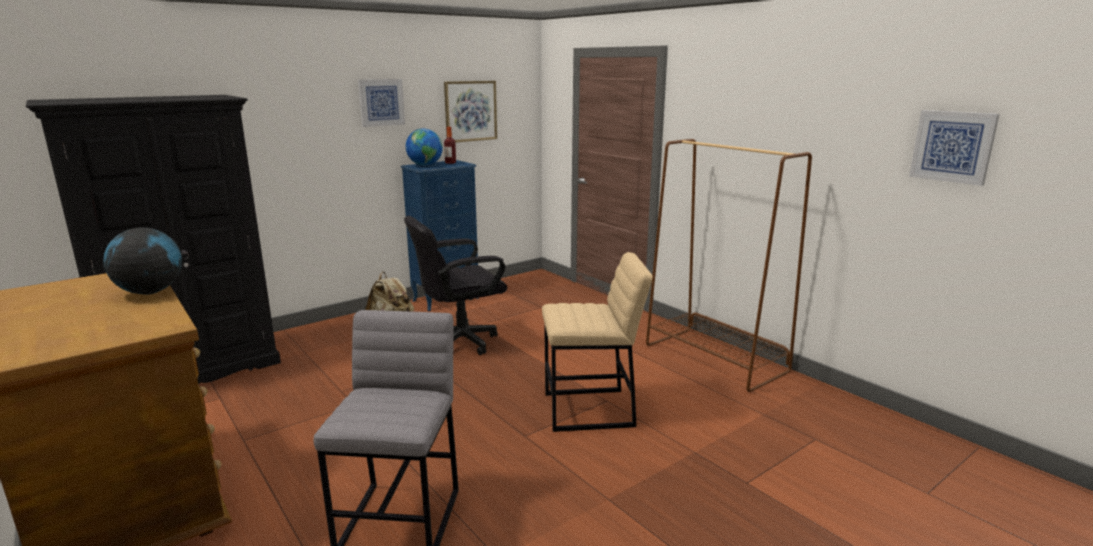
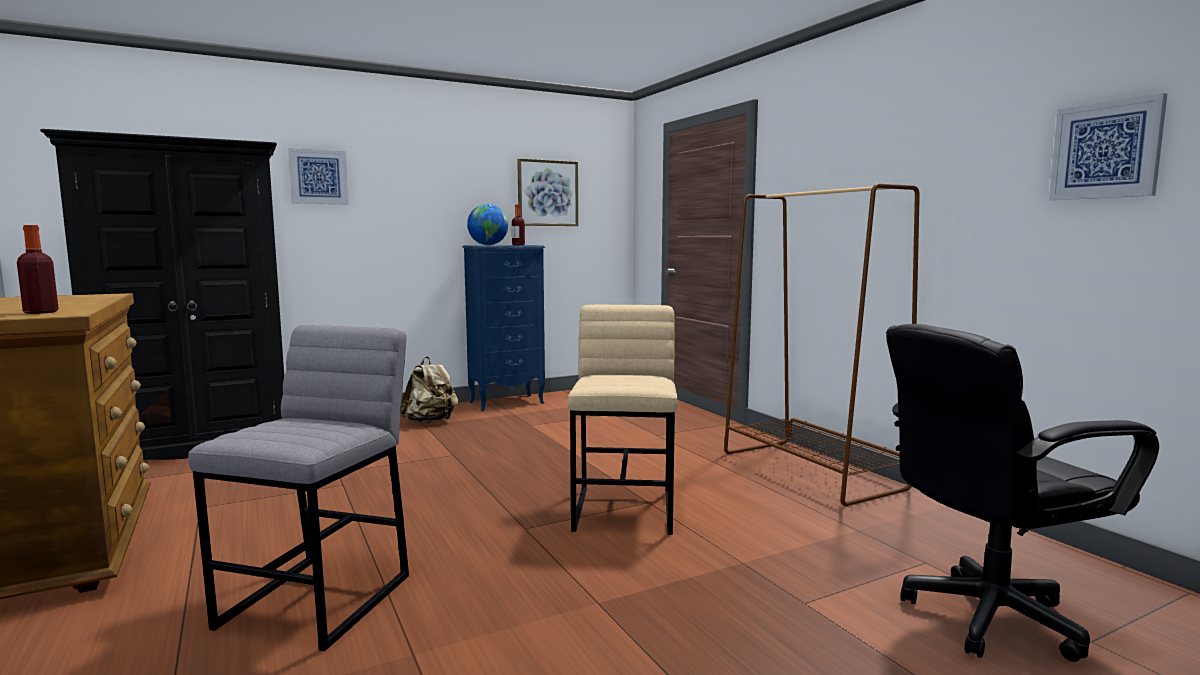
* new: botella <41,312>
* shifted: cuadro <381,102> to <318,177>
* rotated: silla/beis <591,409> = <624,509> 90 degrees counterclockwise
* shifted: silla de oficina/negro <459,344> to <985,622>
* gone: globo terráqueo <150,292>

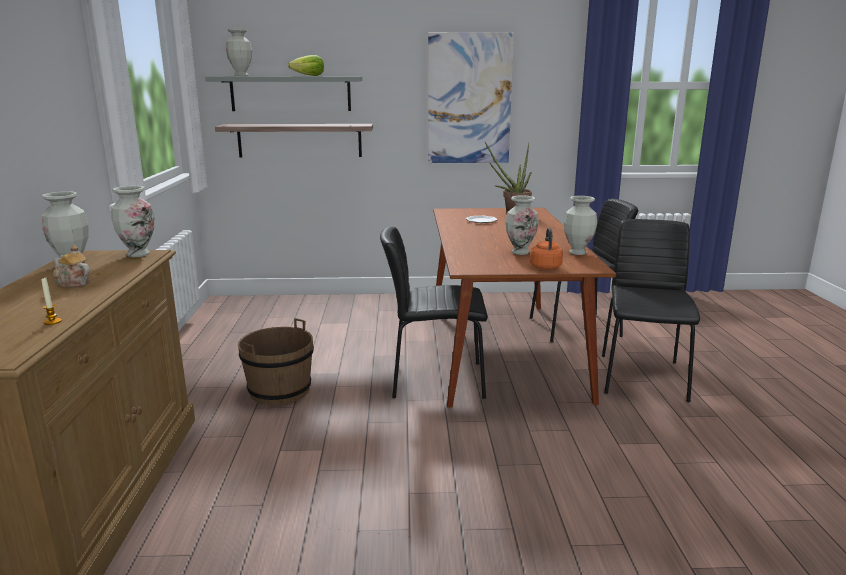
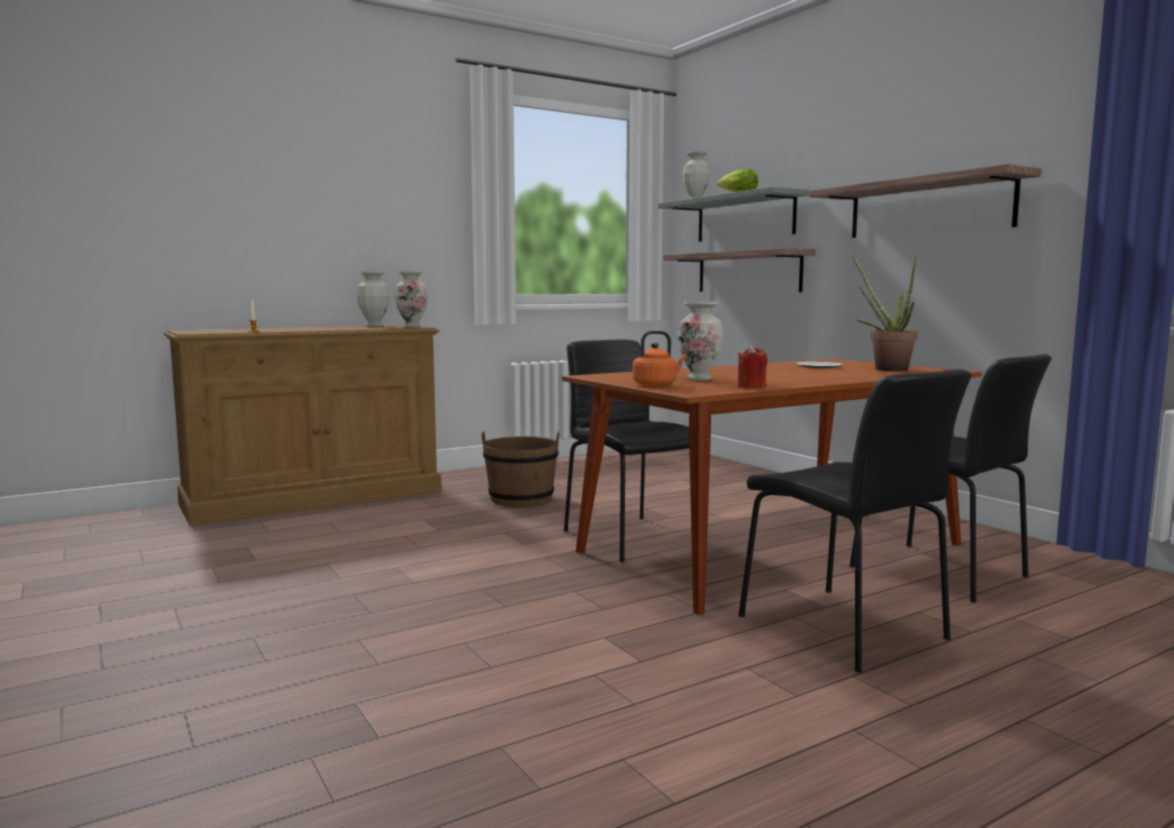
* swapped: florero <577,252> to vela/rojo <751,387>
* rotated: silla/negro <641,375> = <847,630> 75 degrees clockwise
* swapped: cuadro <469,99> to estante <928,207>
* gone: tetera <72,282>

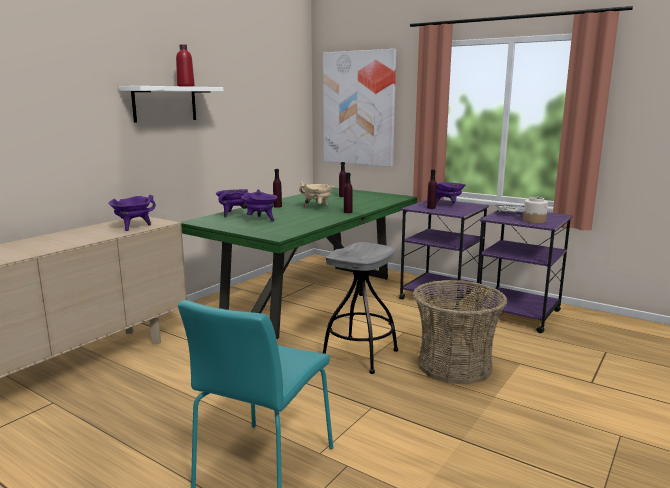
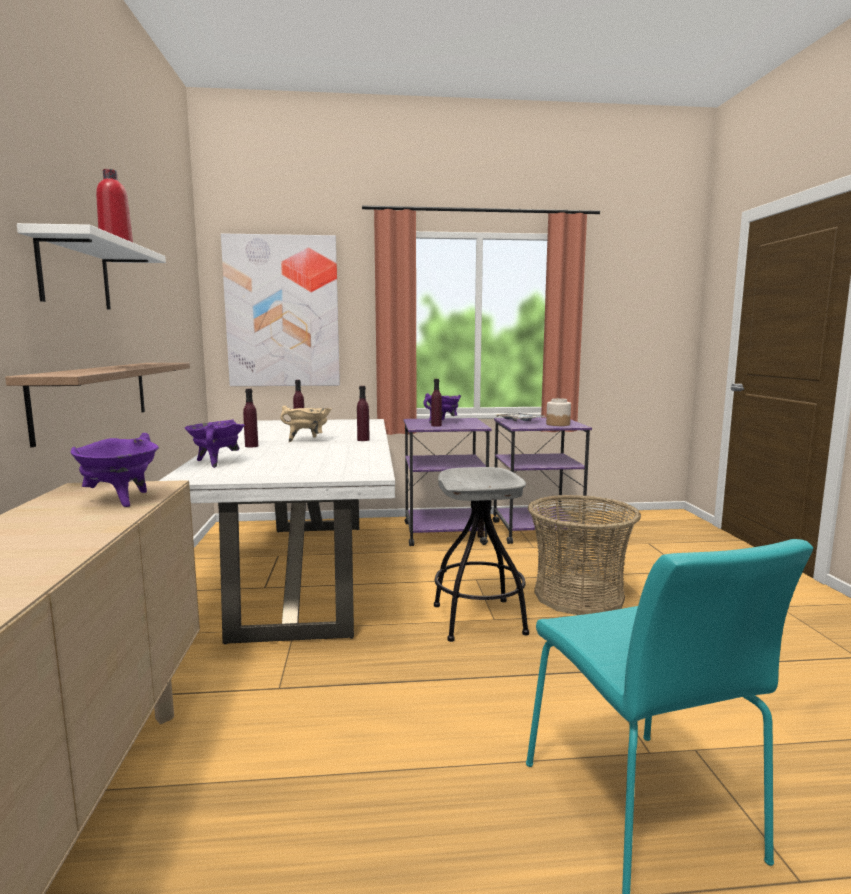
* new: estante <95,397>
* repainted: mesa de comedor/verde <311,298> to mesa de comedor/blanco <307,574>
* gone: olla/morado <260,219>

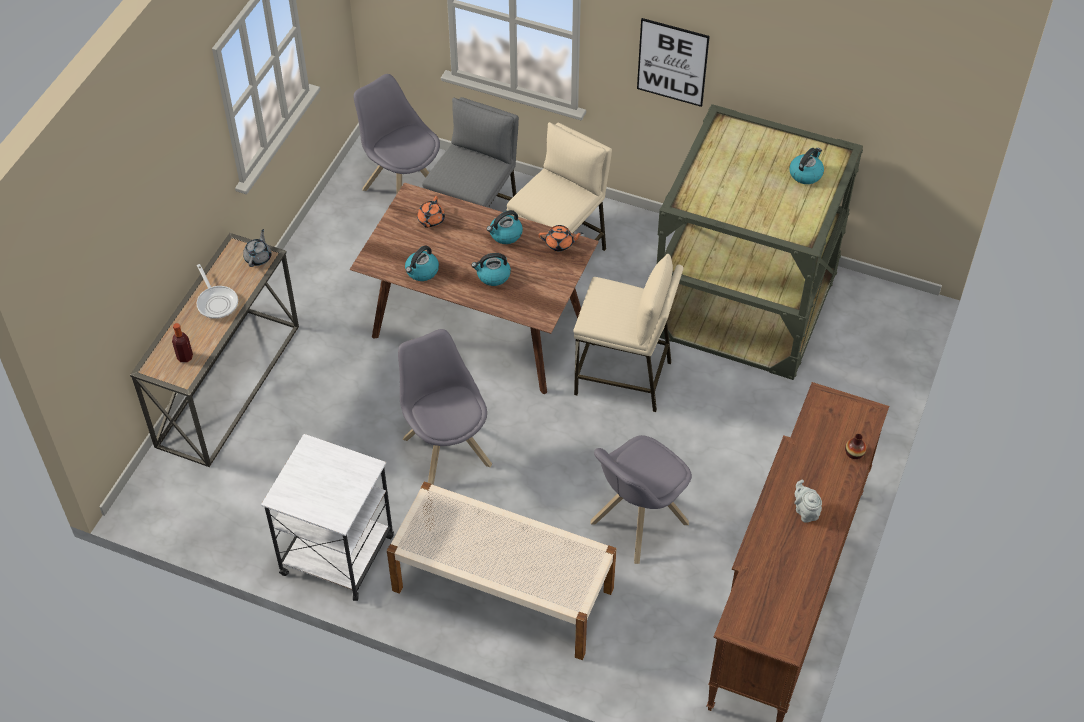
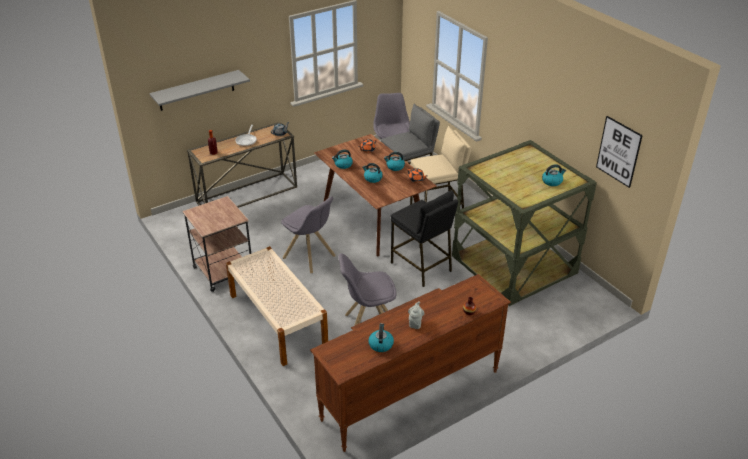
* new: estante/gris <196,90>
* repainted: carrito/blanco <335,553> to carrito/marrón <223,270>
* rotated: silla/gris <446,451> = <309,257> 120 degrees clockwise
* new: hervidor <380,344>
* repainted: taburete/beis <623,378> to taburete/negro <421,267>
* shifted: cuadro <672,62> to <618,151>

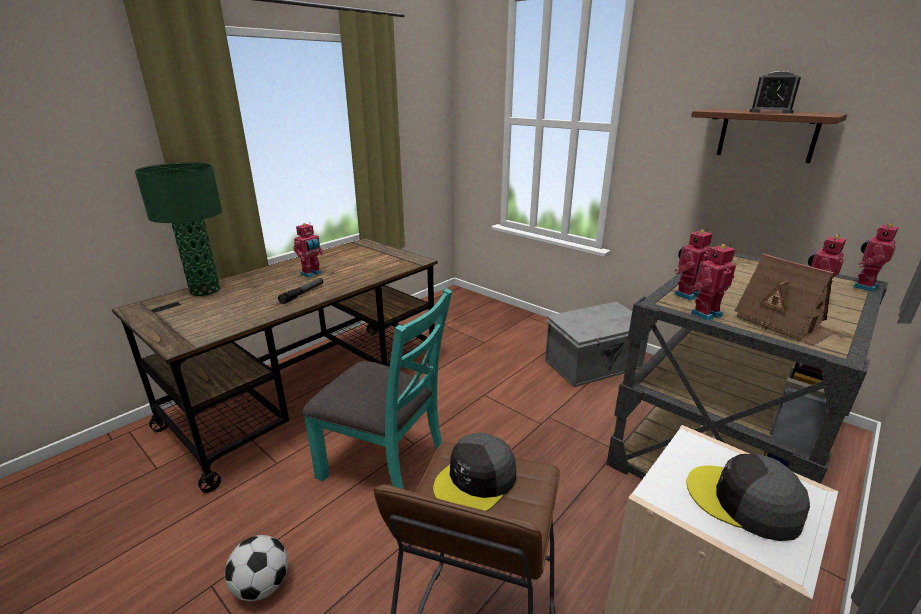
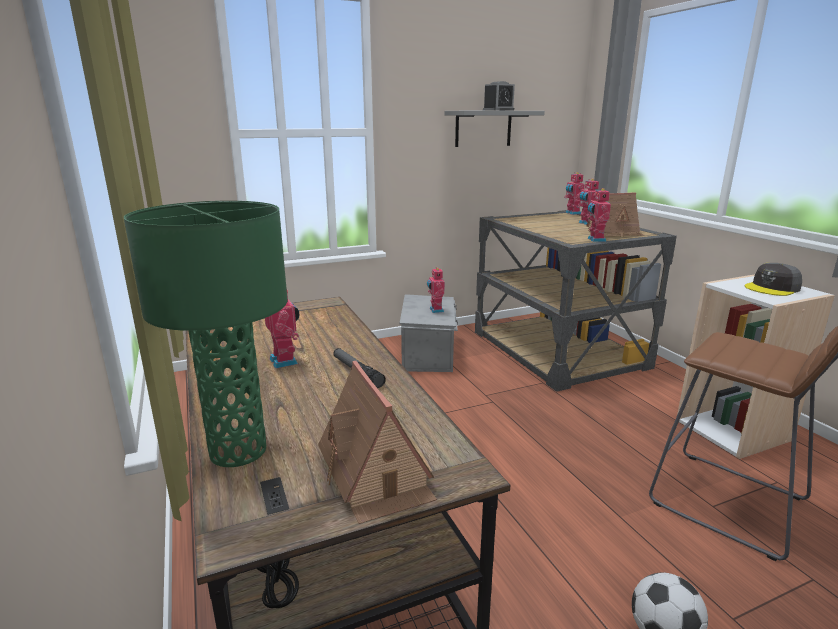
* new: casita <376,474>
* shifted: robot de juguete <686,294> to <435,310>
* repainted: estante/marrón <767,135> to estante/gris <483,128>
* gone: silla/turquesa <385,465>
* gone: gorra/gris <476,480>

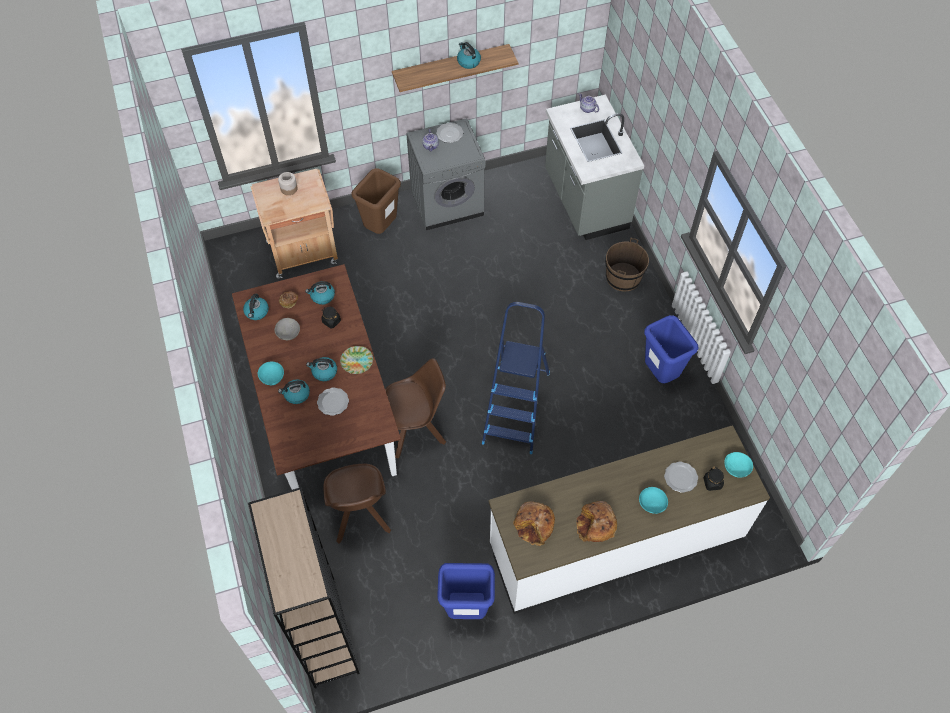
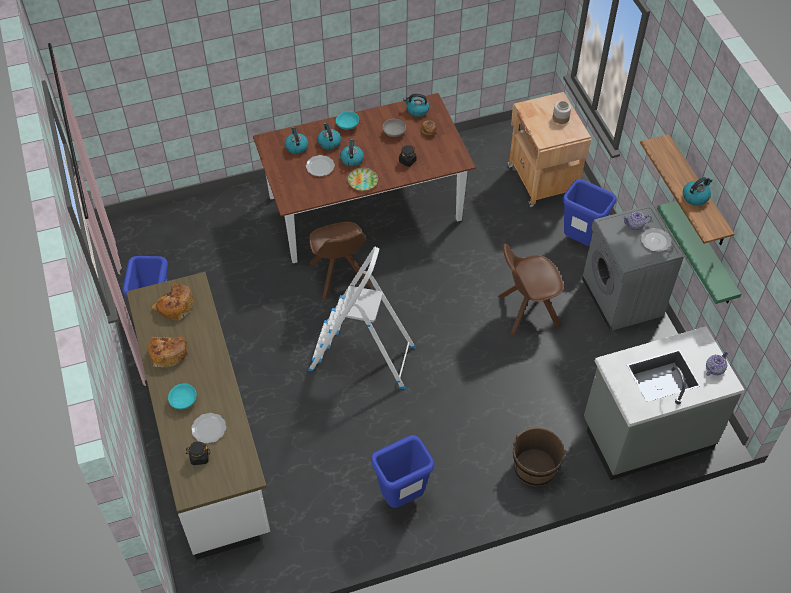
* shifted: hervidor <322,296> to <296,146>
* repainted: escalera de tijera/azul <516,408> to escalera de tijera/blanco <361,358>
* shifted: silla/marrón <360,515> to <526,311>
* repainted: papelera/marrón <381,228> to papelera/azul <580,241>
* new: estante/verde <707,254>
* gone: estantería/beis <324,633>
* gone: cuenco/turquesa <736,468>

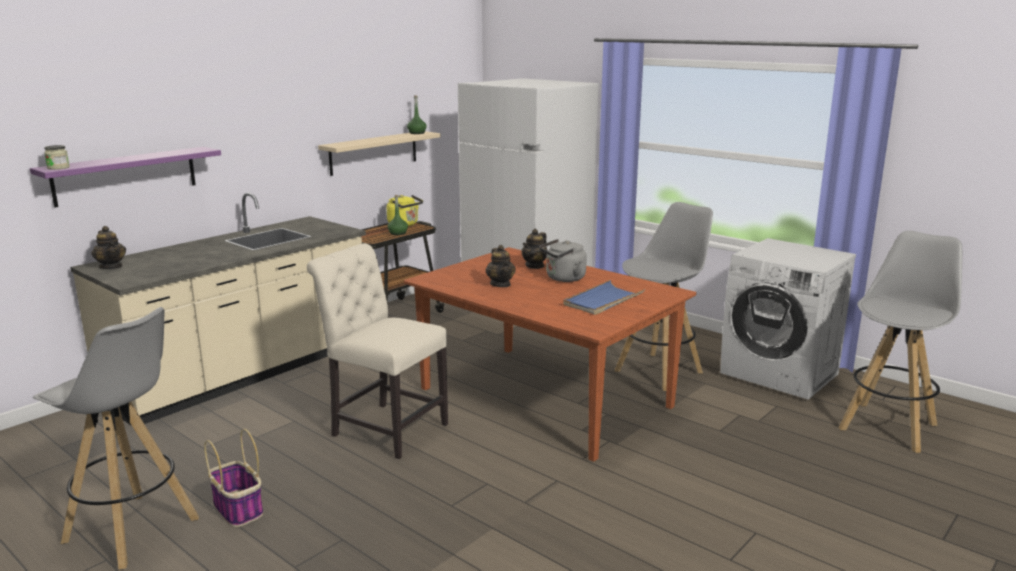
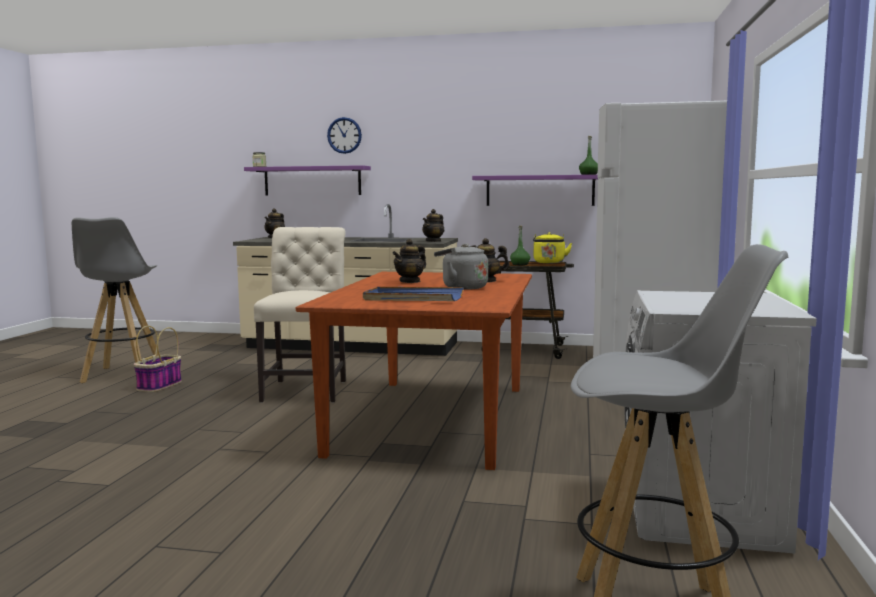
* new: reloj de pared <344,135>
* new: tetera <433,241>
* repainted: estante/beis <374,152> to estante/morado <540,190>
* gone: taburete/gris <660,371>

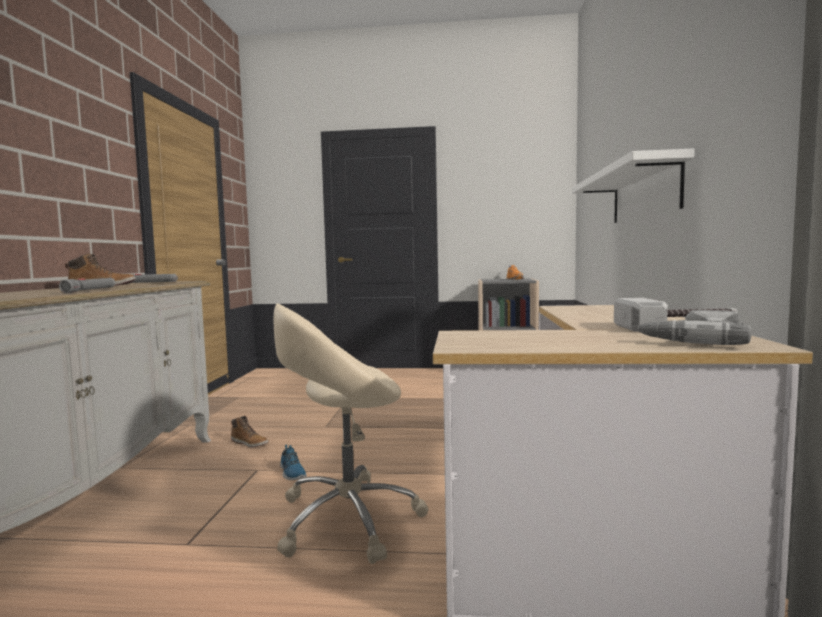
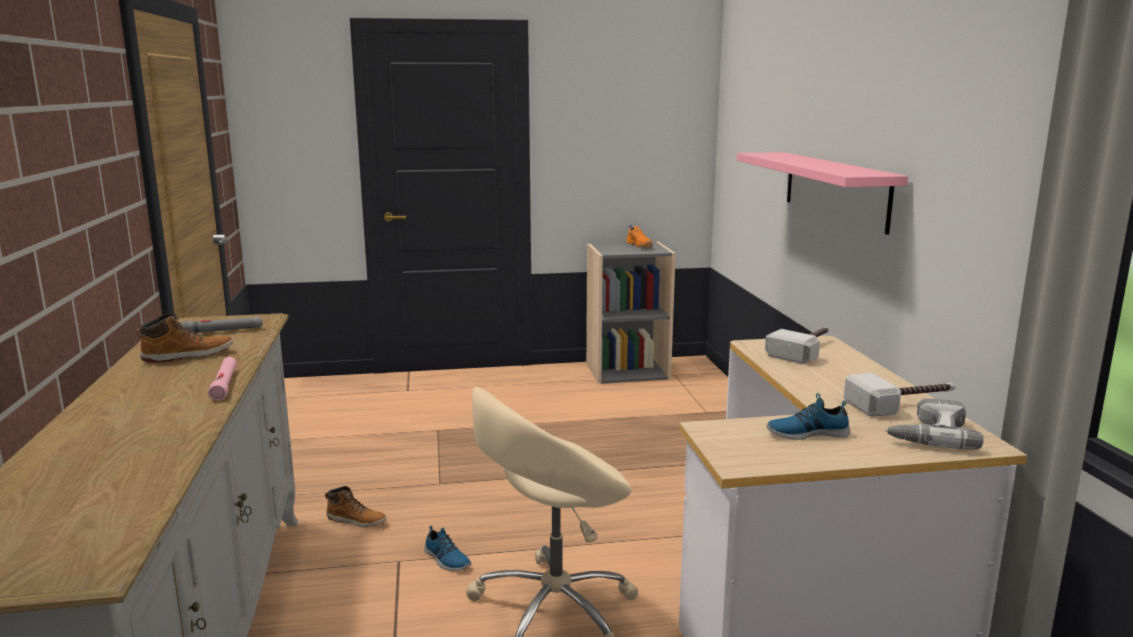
* repainted: linterna/gris <90,290> to linterna/rosa <224,384>
* repainted: estante/blanco <644,194> to estante/rosa <835,189>
* new: martillo <805,349>
* new: zapato <807,433>

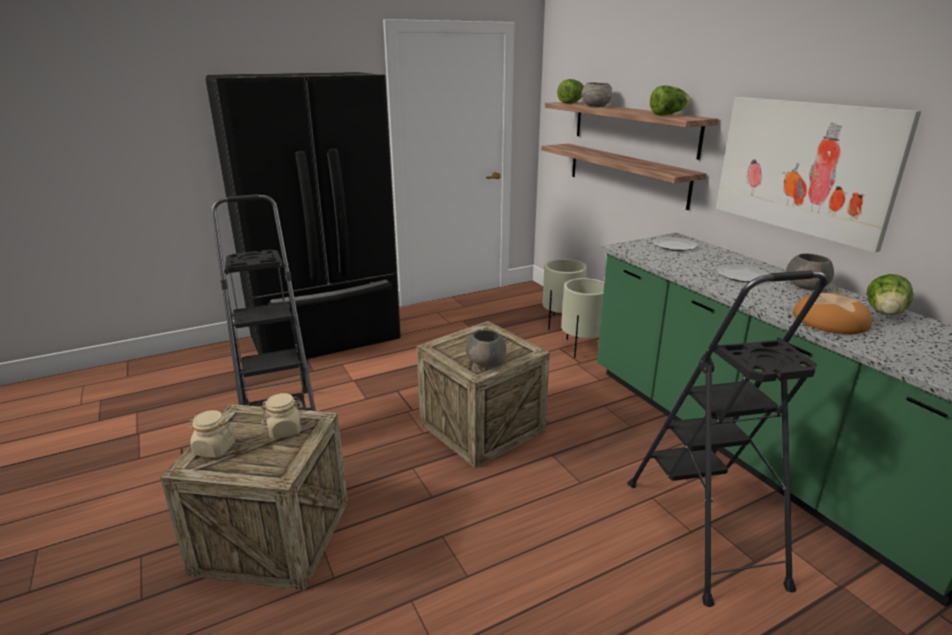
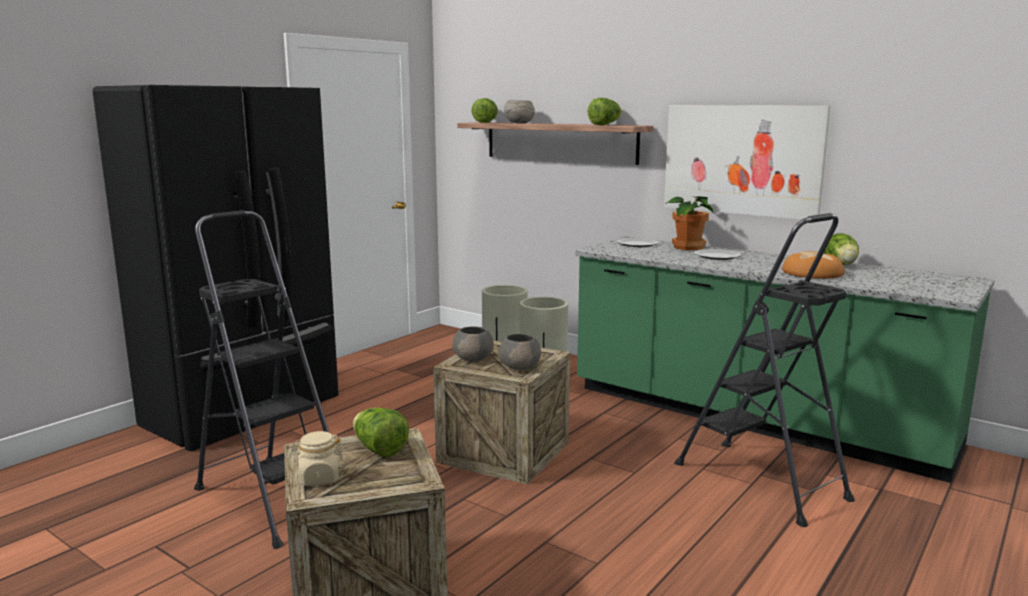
* swapped: tarro/beis <285,430> to lechuga <379,450>
* shifted: cuenco/gris <806,287> to <473,359>
* new: planta en maceta <687,247>
* gone: estante <626,174>

